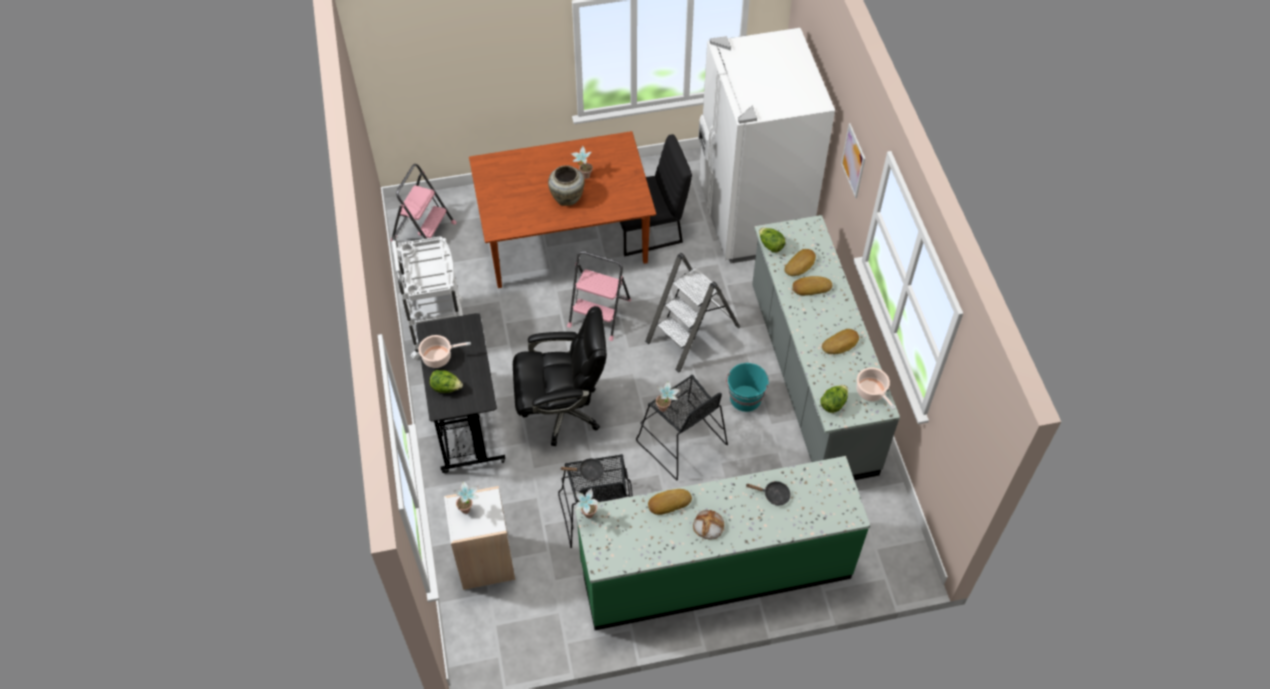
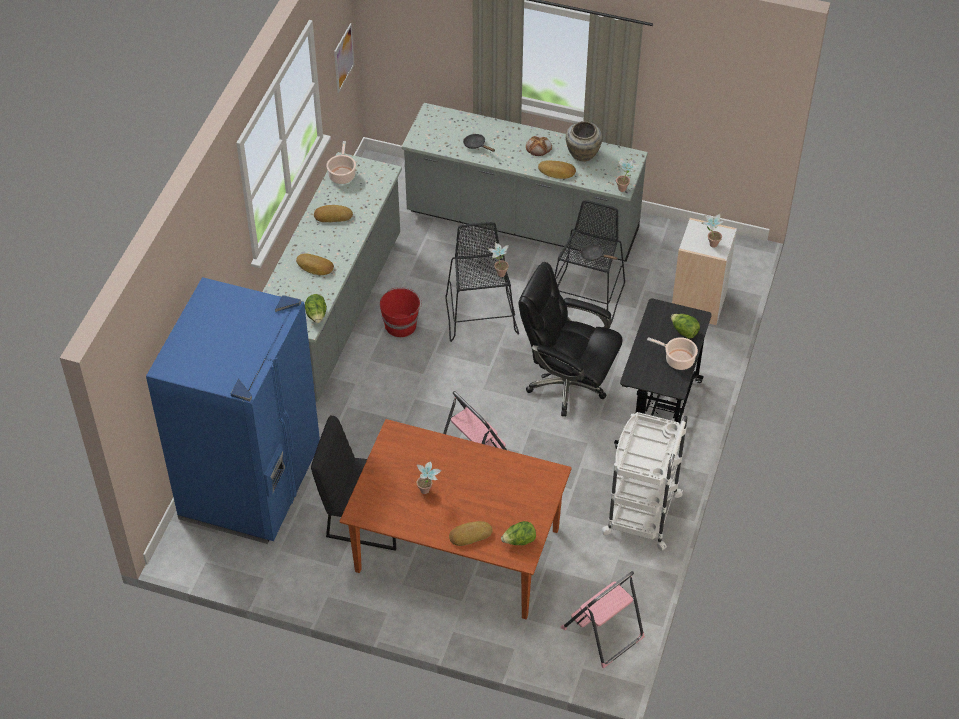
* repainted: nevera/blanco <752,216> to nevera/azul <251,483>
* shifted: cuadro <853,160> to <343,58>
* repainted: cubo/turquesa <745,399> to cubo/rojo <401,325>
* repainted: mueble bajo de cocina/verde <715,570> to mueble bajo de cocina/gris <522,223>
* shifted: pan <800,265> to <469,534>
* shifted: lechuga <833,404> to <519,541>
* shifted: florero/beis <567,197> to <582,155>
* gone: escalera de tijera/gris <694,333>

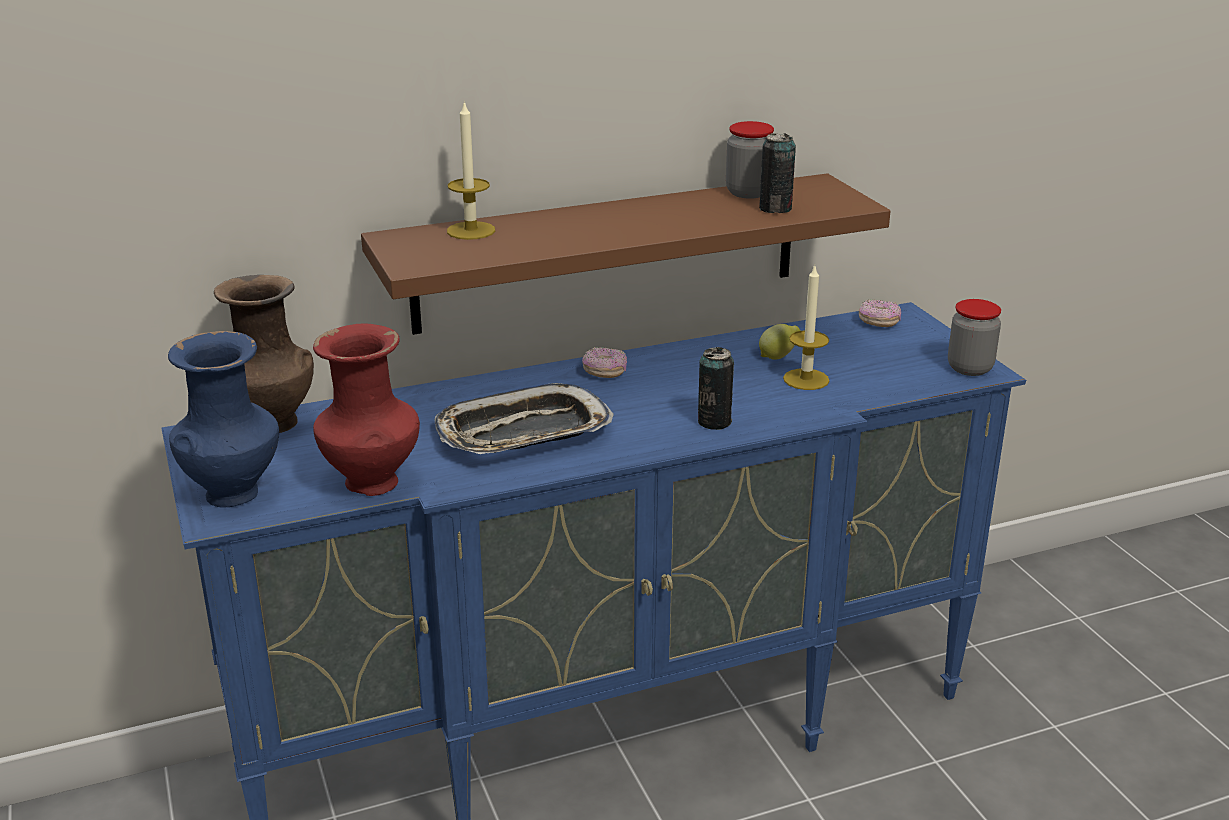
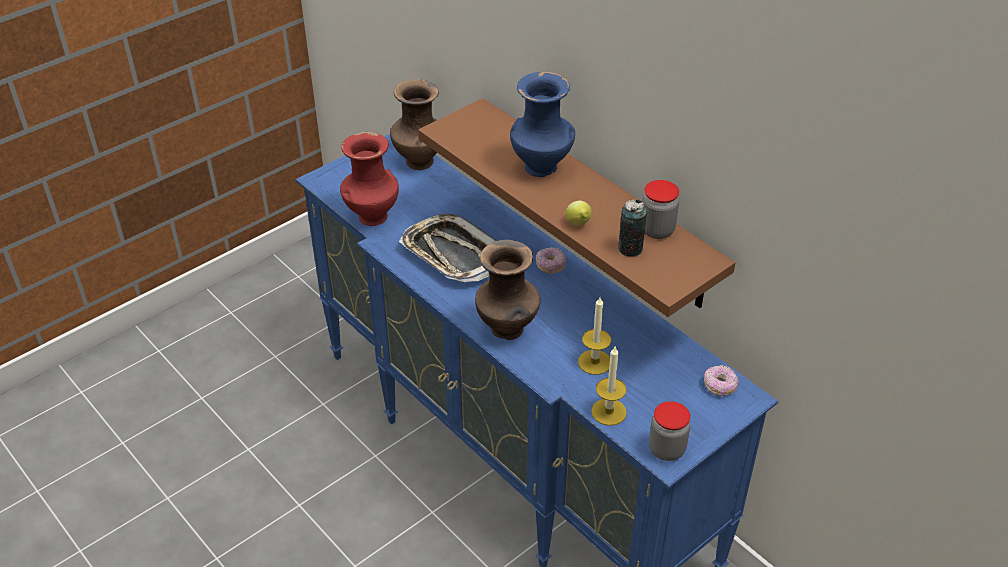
* swapped: lata <714,422> to florero/marrón <508,330>
* shifted: florero/azul <234,492> to <542,168>
* shifted: limón <778,357> to <578,224>
* shifted: vela <471,231> to <609,412>

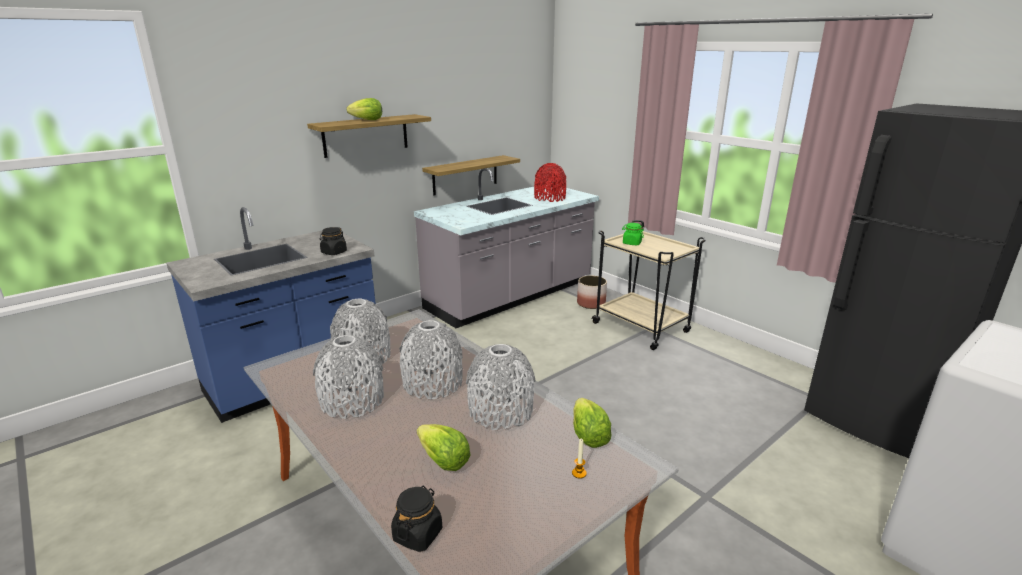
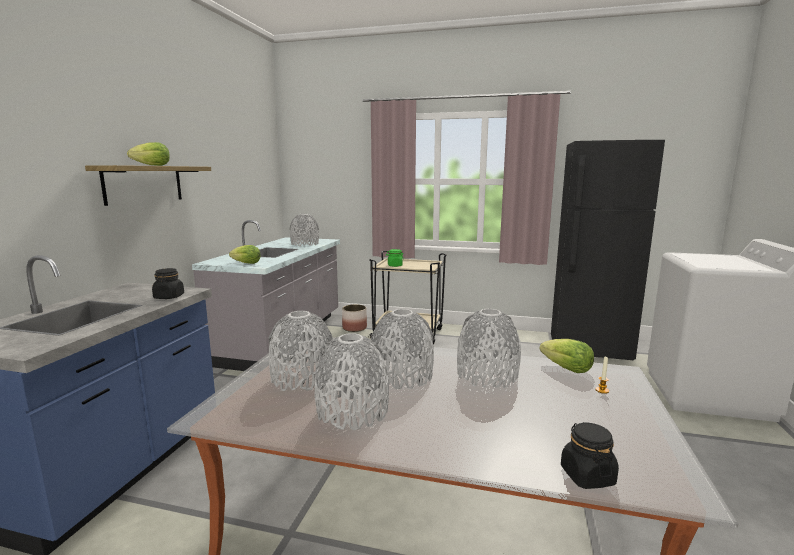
* shifted: lechuga <443,461> to <246,263>
* repainted: florero/rojo <550,198> to florero/gris <305,244>
* gone: estante <465,175>

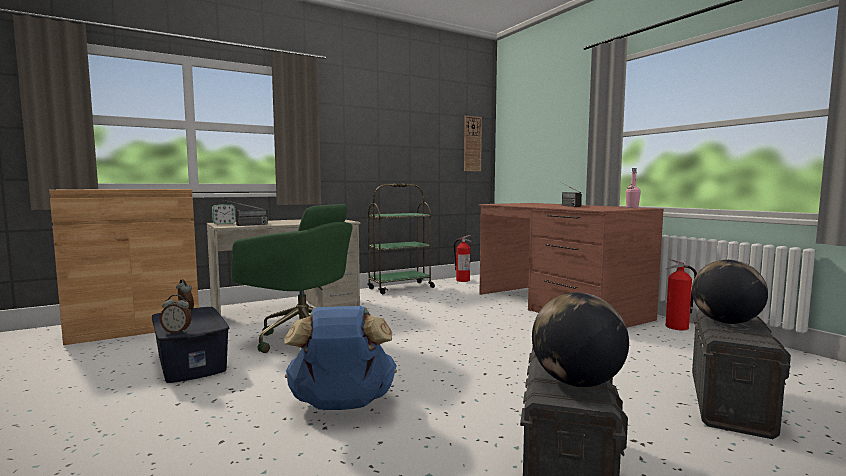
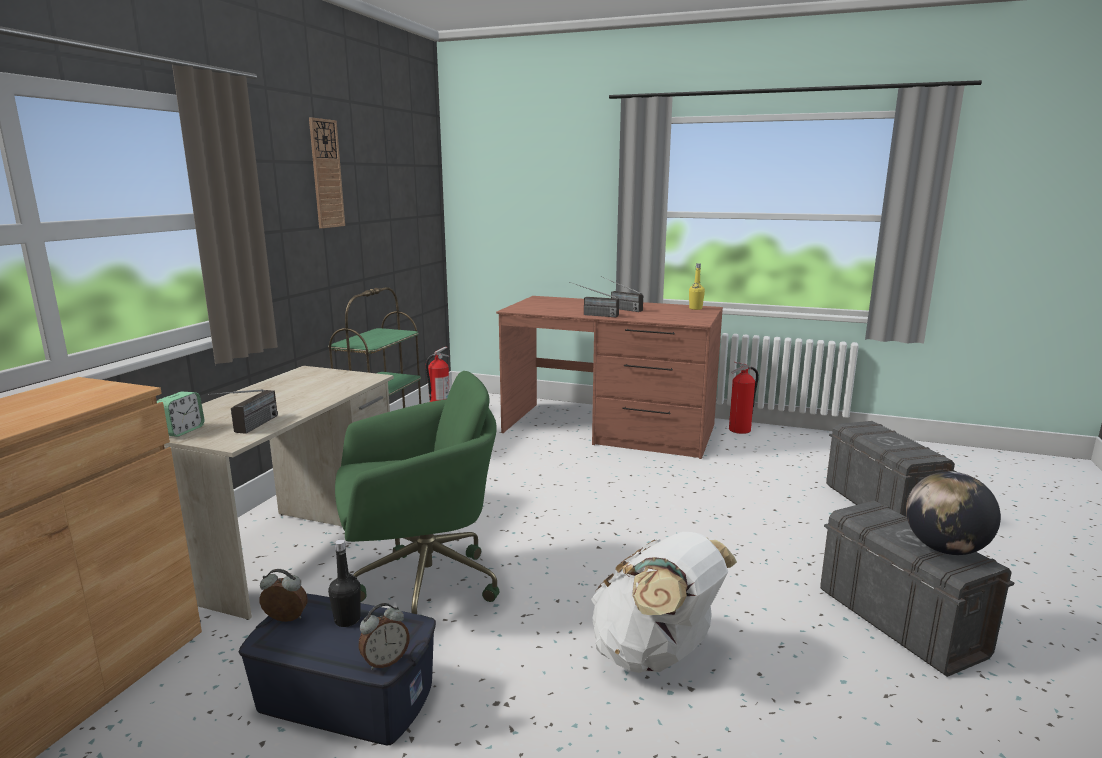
* shifted: reloj de pared <472,144> to <326,174>
* new: botella/negro <347,620>
* new: radio <592,315>
* repainted: mochila/azul <342,406> to mochila/blanco <655,655>
* repainted: botella/rosa <632,207> to botella/amarillo <695,308>
* gone: globo terráqueo <726,322>

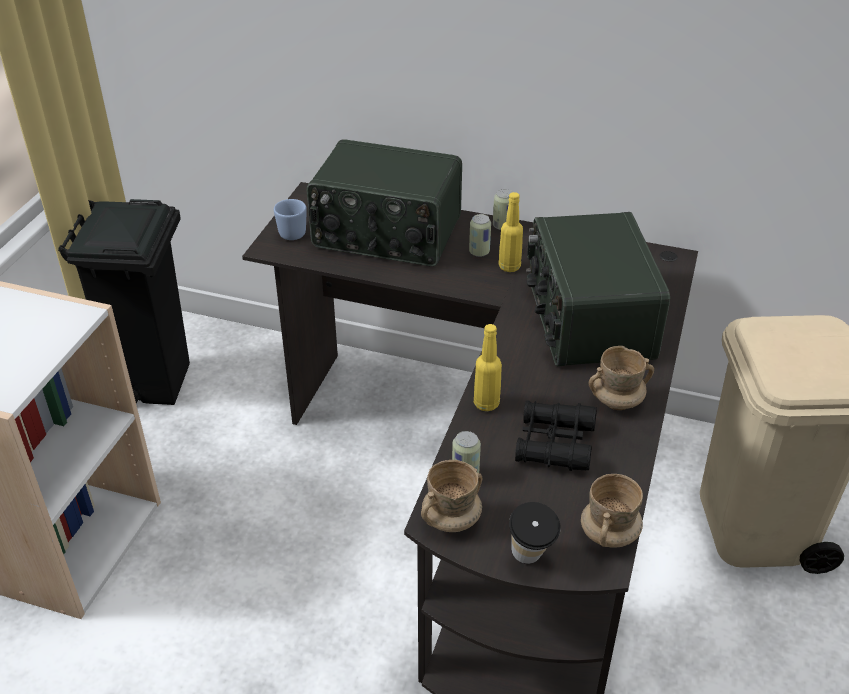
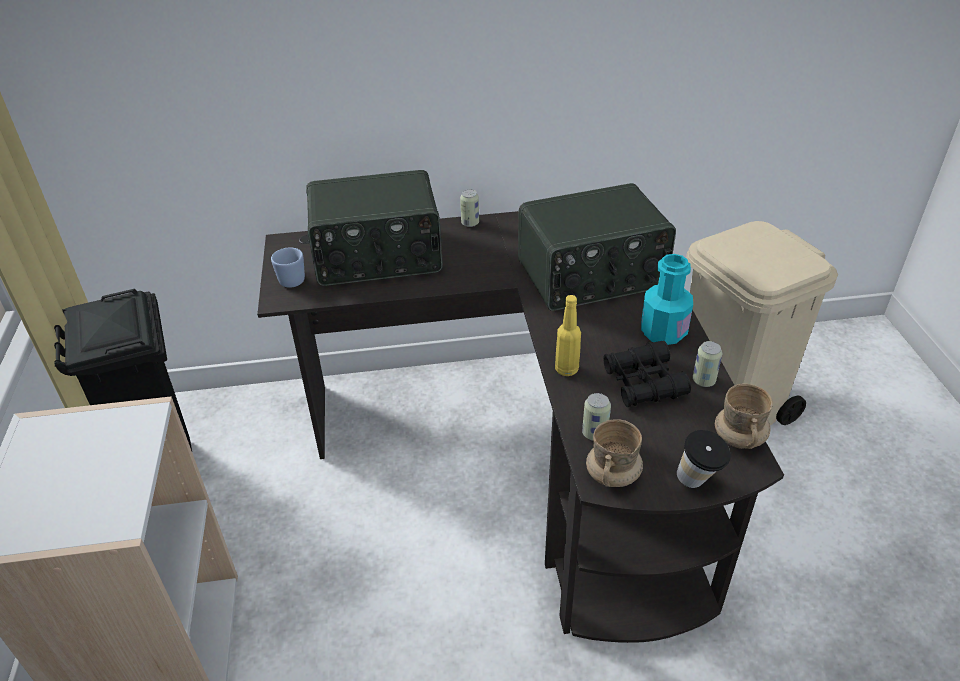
* rotated: radio <587,319> = <592,276> 75 degrees counterclockwise
* swapped: taza grande/beis <617,401> to botella/turquesa <663,332>
* shifted: lata <479,252> to <703,380>
* gone: botella/amarillo <509,266>

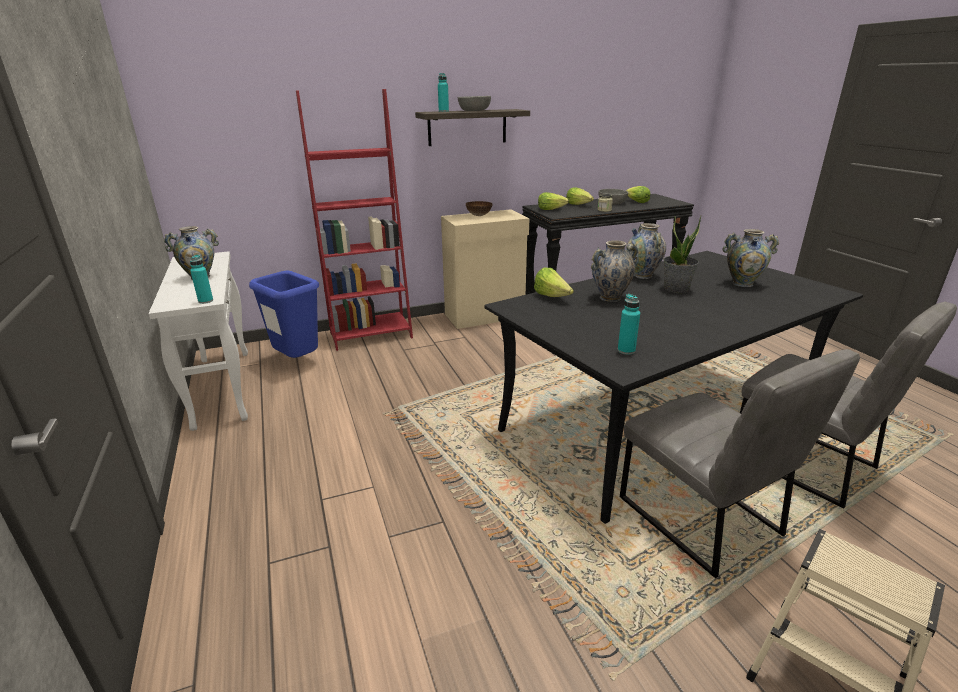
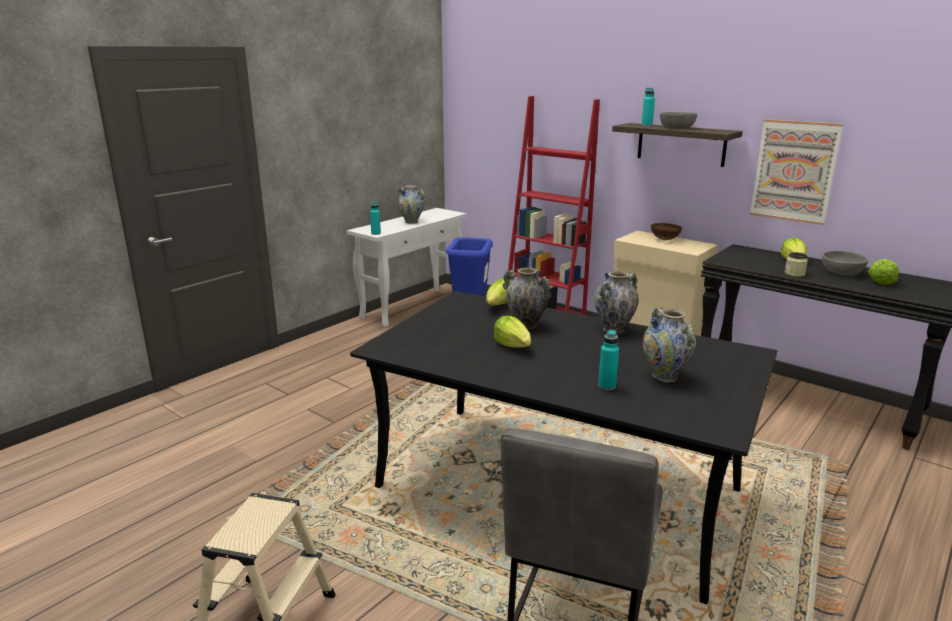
* shifted: lechuga <551,209> to <513,346>
* shifted: botella/turquesa <626,350> to <607,386>
* new: cuadro <794,171>
* gone: silla/gris <701,519>
* gone: planta en maceta <676,289>

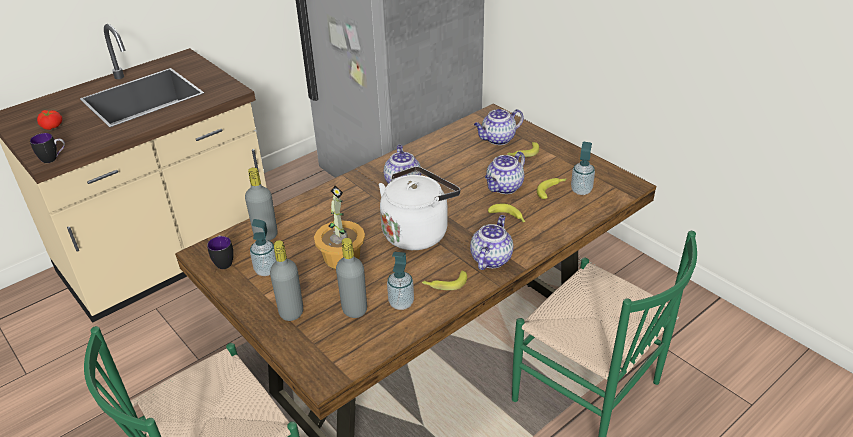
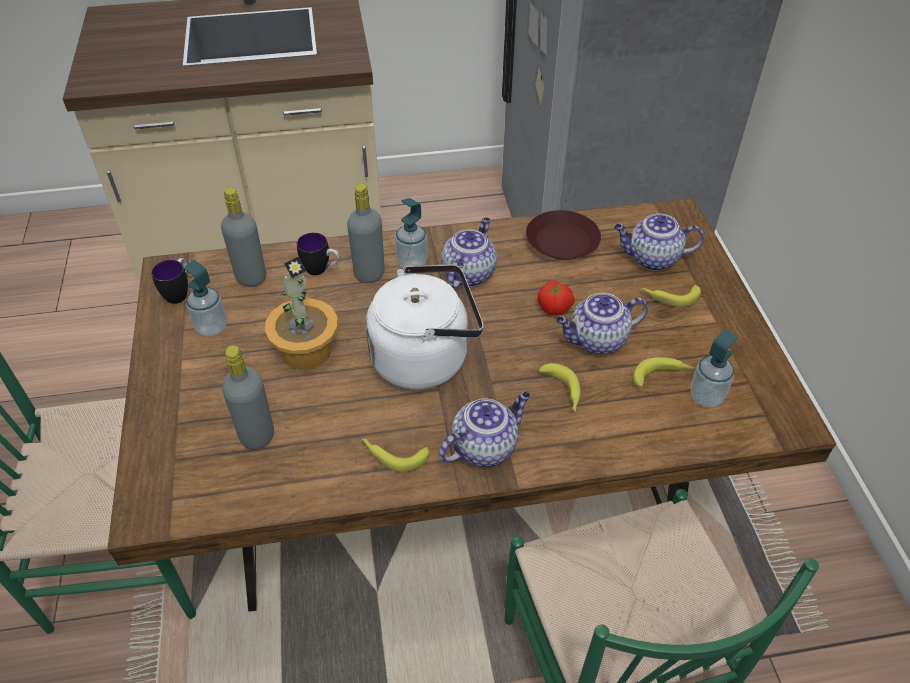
* shifted: taza grande <53,159> to <321,270>
* shifted: botella/gris <291,312> to <369,274>
* shifted: dispensador de jabón <401,303> to <412,263>
* new: plato/marrón <562,241>
* shifted: tomate <52,126> to <554,306>

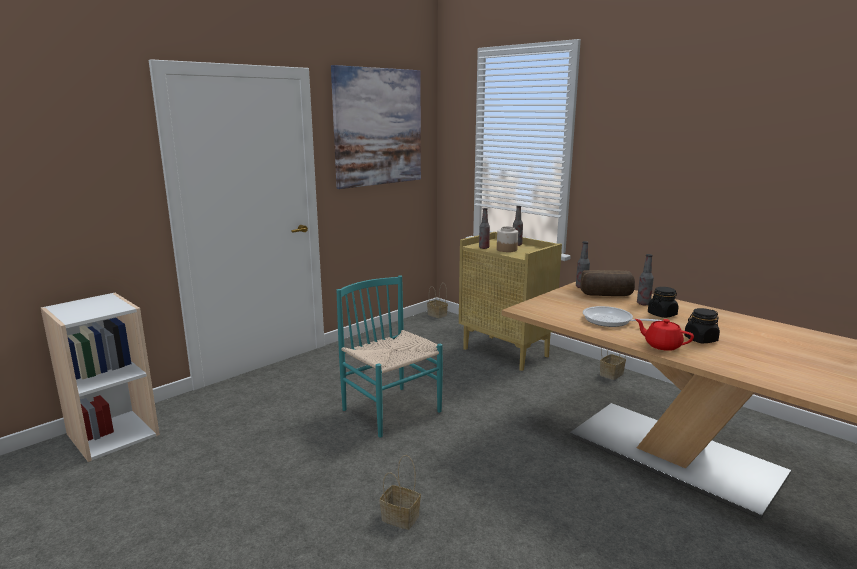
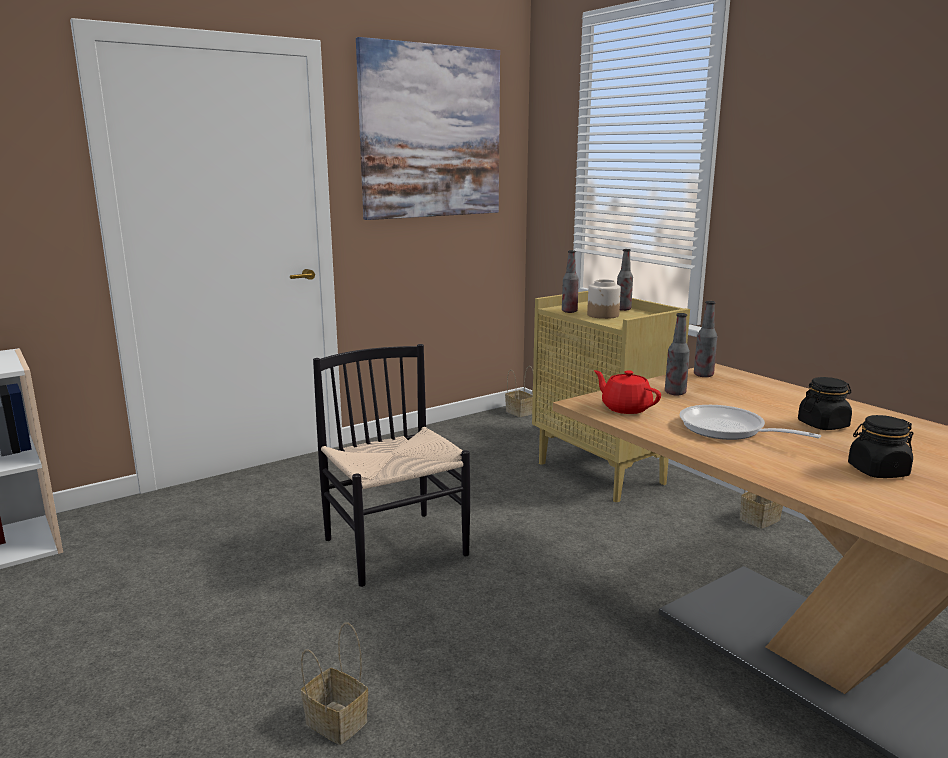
* repainted: silla/turquesa <389,409> to silla/negro <393,545>
* shifted: tetera/rojo <662,345> to <625,408>
* shifted: botella <643,304> to <675,393>
* gone: pan <606,295>

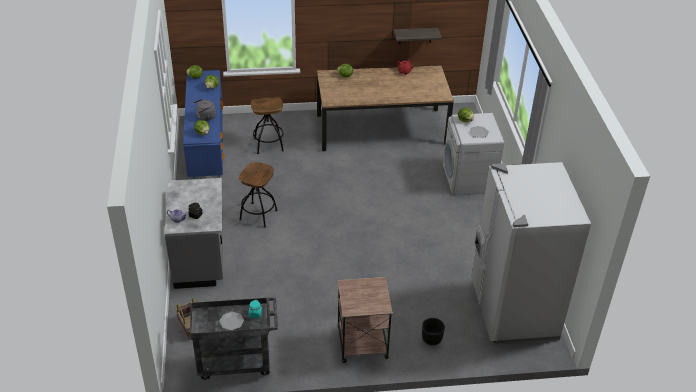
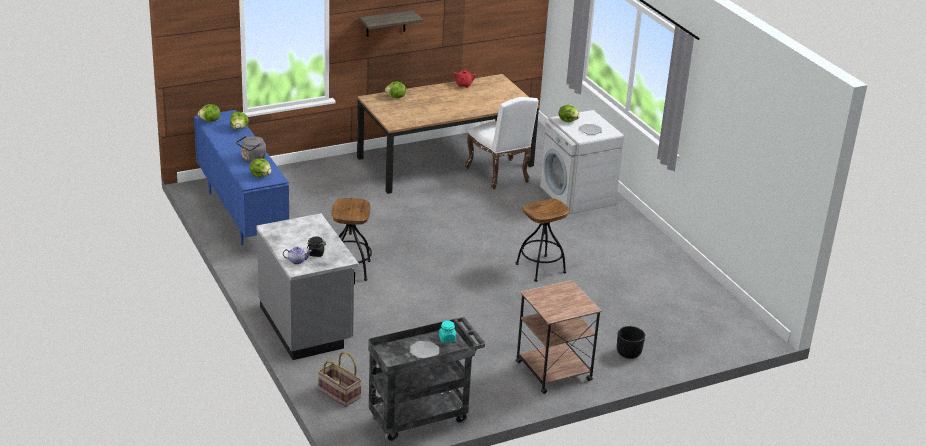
* shifted: estante <415,35> to <385,23>
* new: silla/blanco <500,175>
* shifted: taburete/marrón <268,144> to <540,268>
* gone: nevera/blanco <513,309>

